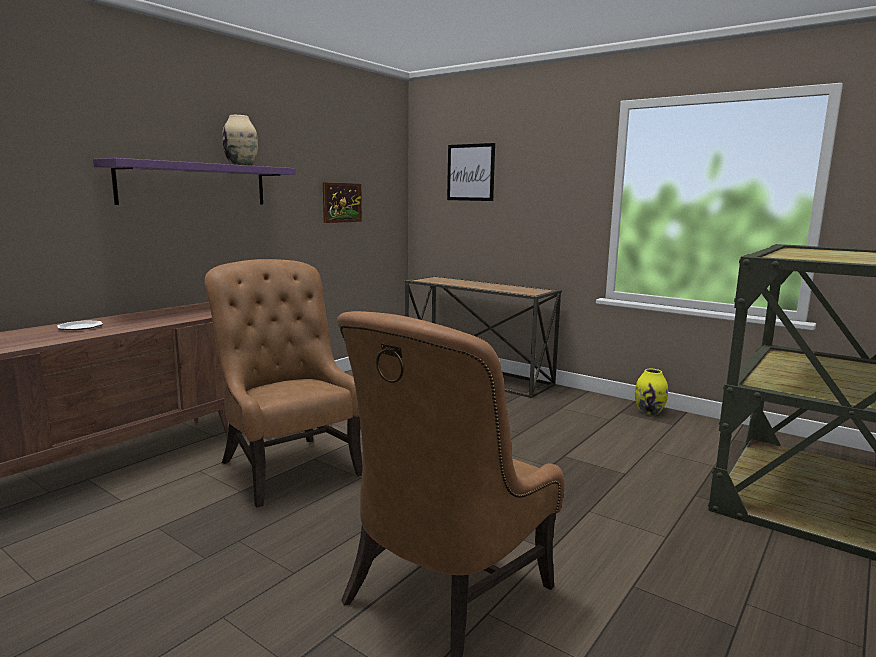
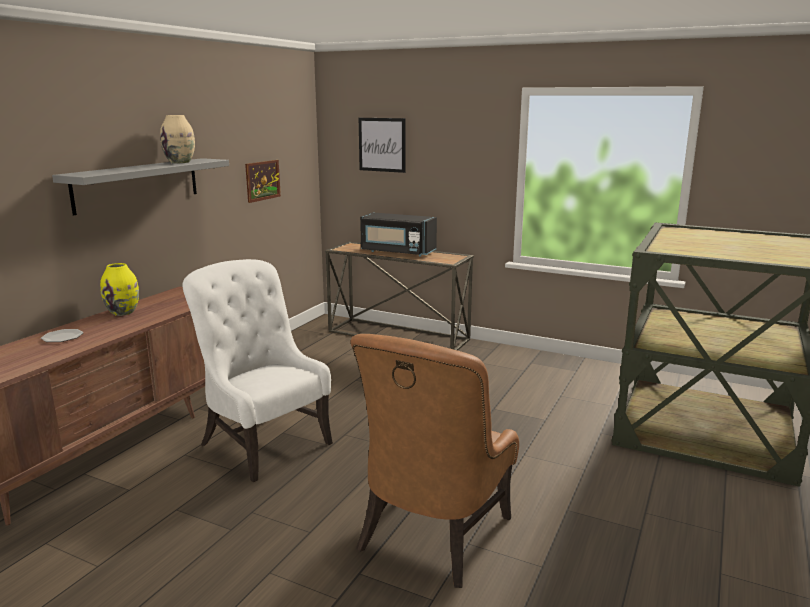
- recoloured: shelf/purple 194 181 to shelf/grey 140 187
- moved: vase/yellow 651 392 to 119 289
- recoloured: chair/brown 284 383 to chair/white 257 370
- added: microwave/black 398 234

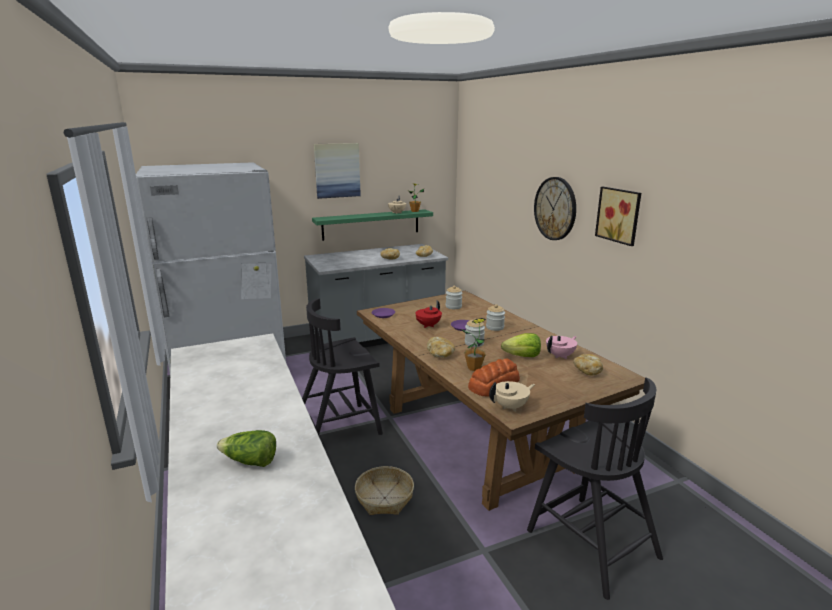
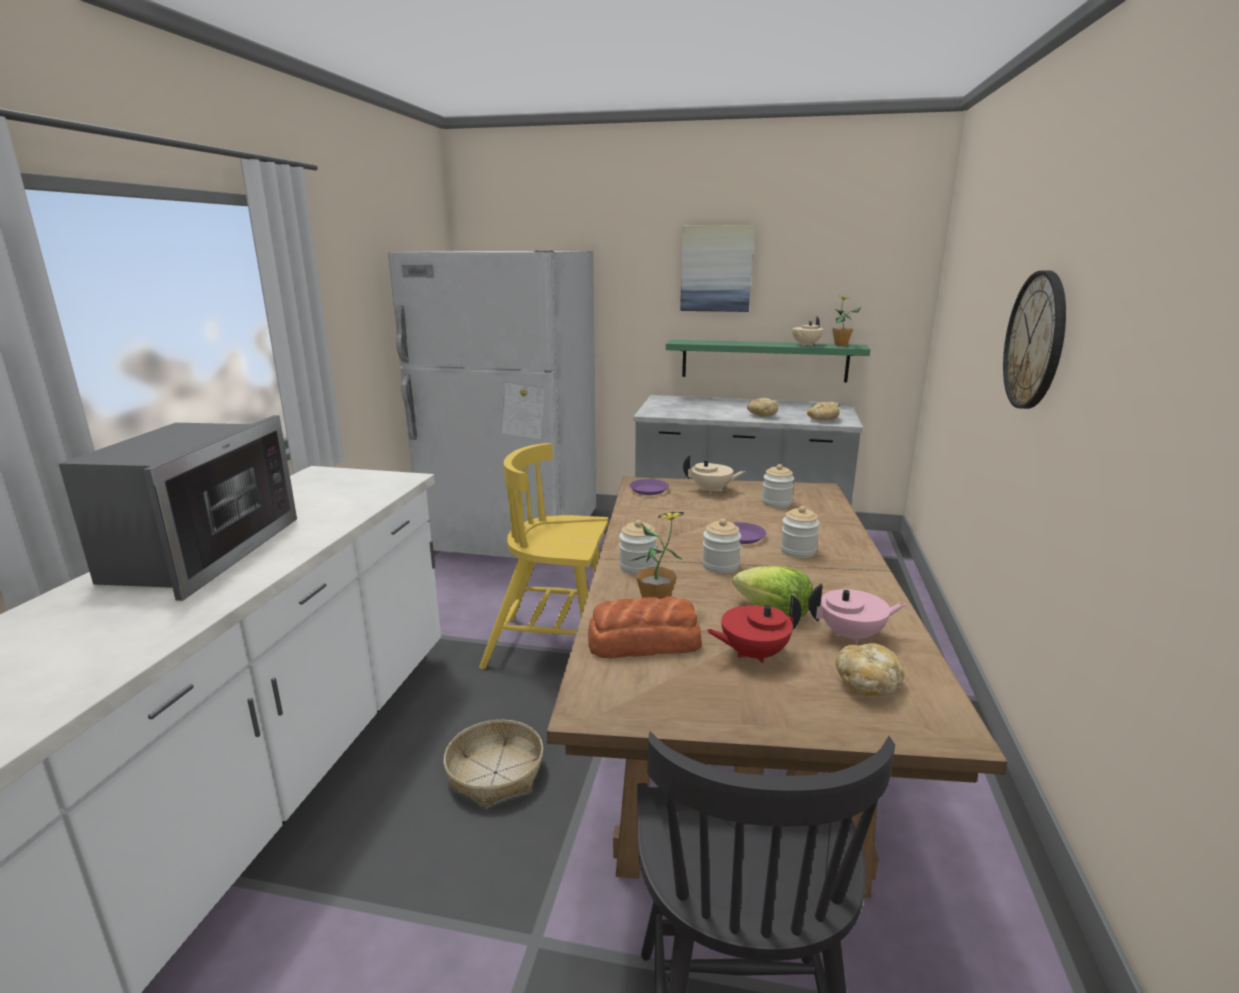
- added: microwave 178 508
- recoloured: chair/black 342 367 to chair/yellow 543 556
- replaced: bread 441 347 to jar 638 547
- moved: teapot/beige 512 396 to 714 474
- moved: teapot/red 428 314 to 754 628
- removed: lettuce 246 448
- removed: picture 618 216

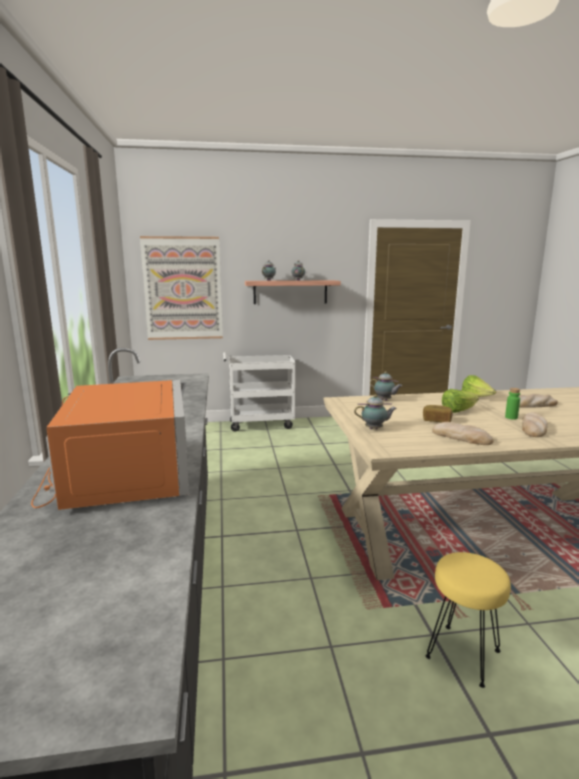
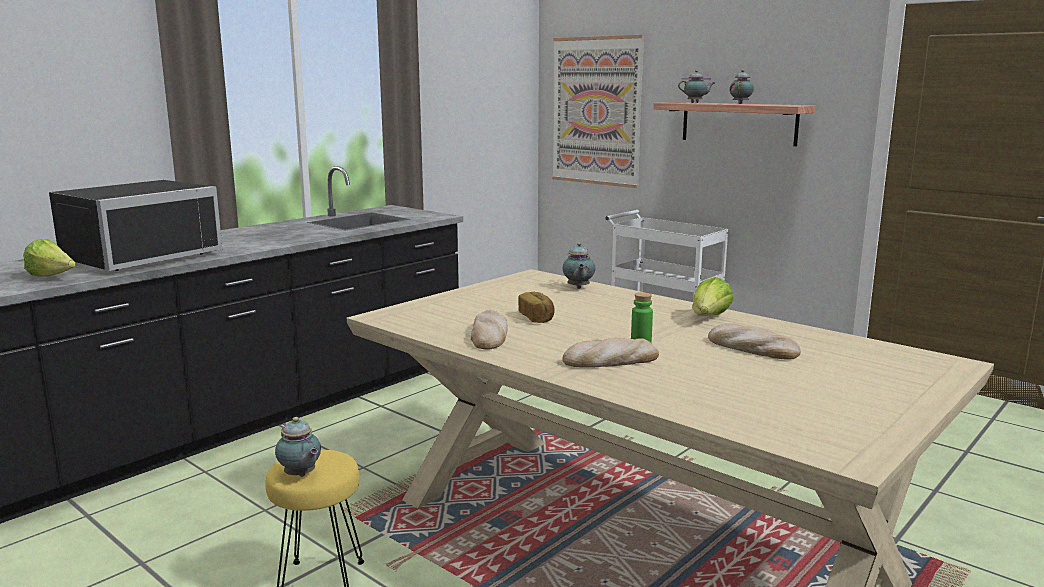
- moved: lettuce 460 401 to 49 258
- recoloured: microwave/orange 110 445 to microwave/black 135 225
- moved: teapot 375 412 to 298 447

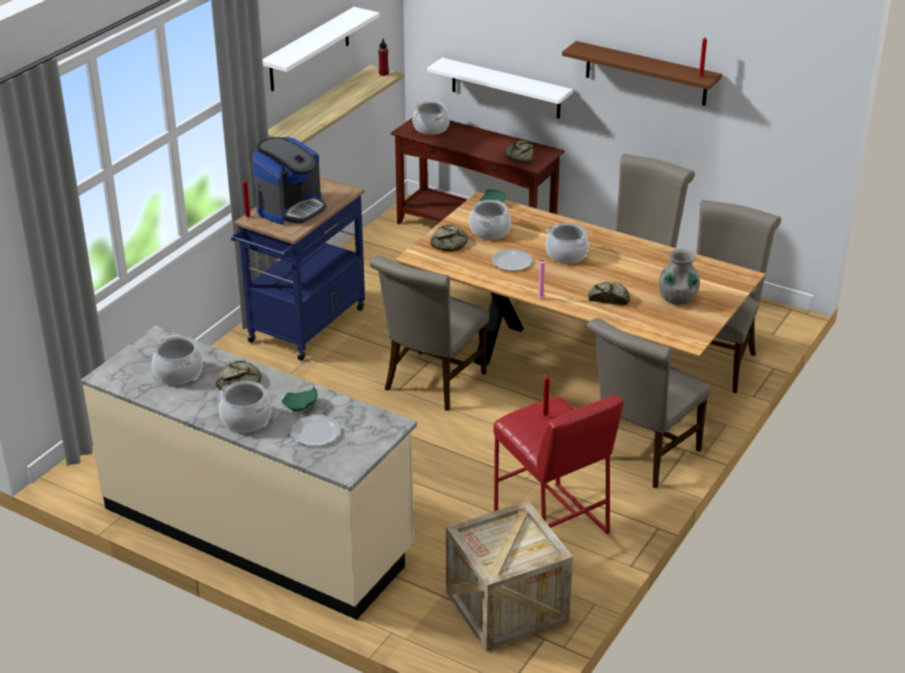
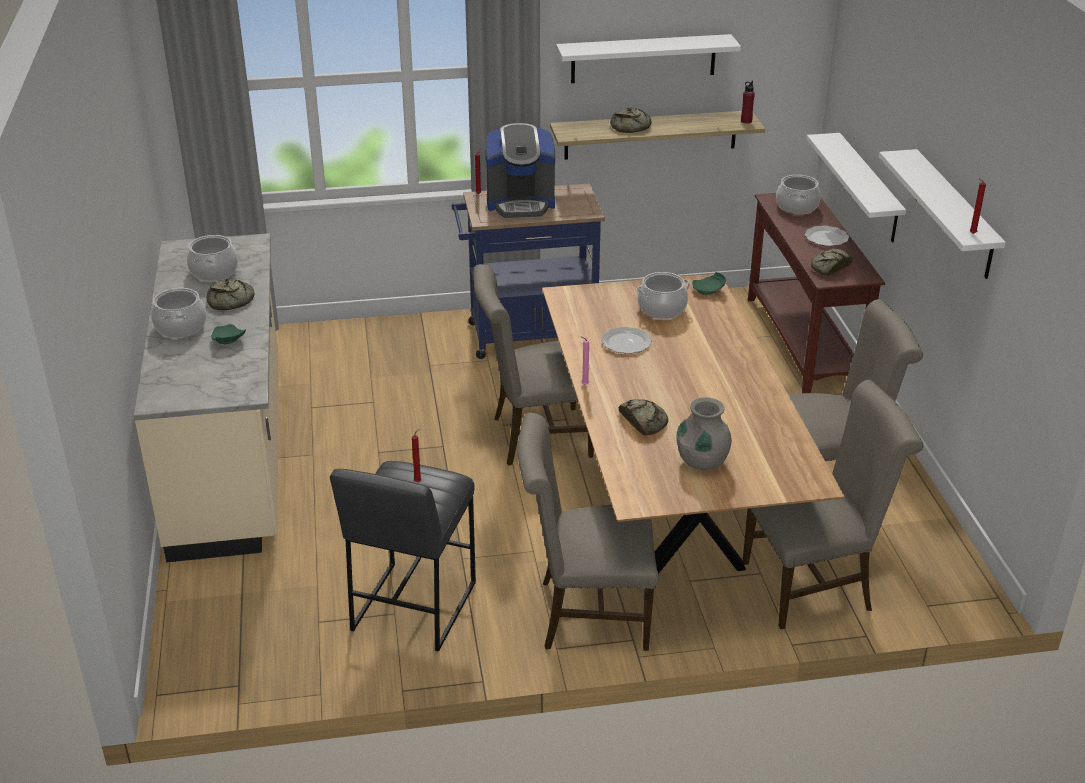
- recoloured: stool/red 558 465 to stool/grey 403 556
- moved: bread 449 238 to 631 120
- moved: plate 316 430 to 827 236
- recoloured: shelf/brown 642 73 to shelf/white 942 214
- removed: crate 509 576
- removed: cooking pot 567 243

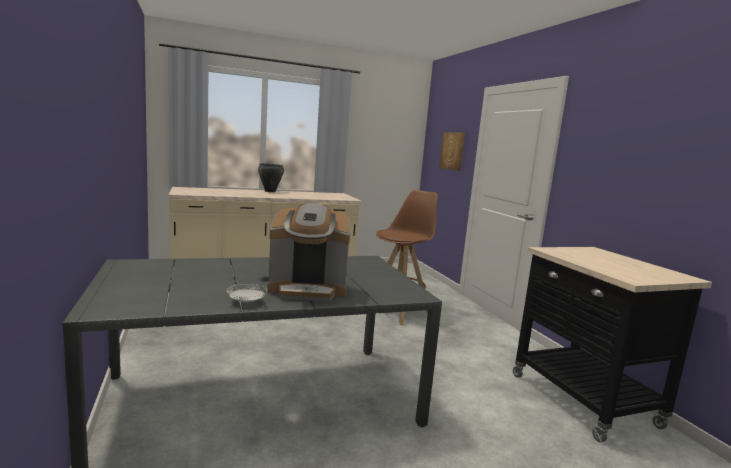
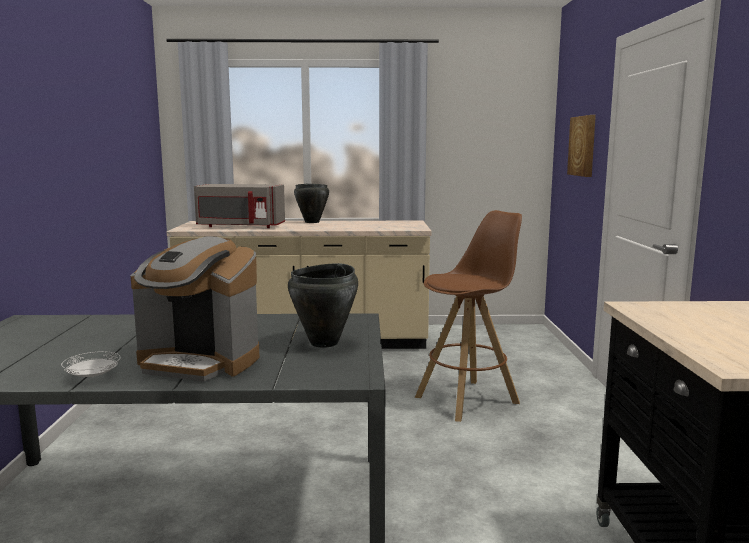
- added: microwave/grey 239 206
- added: cooking pot/black 323 305

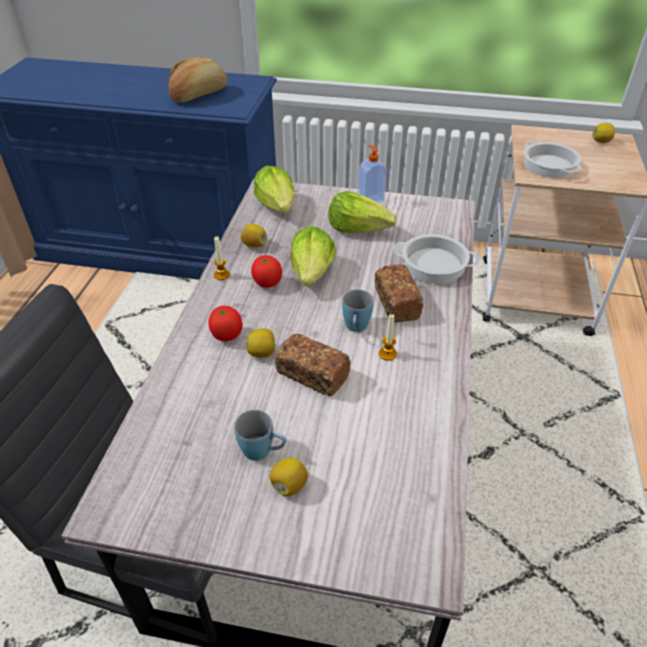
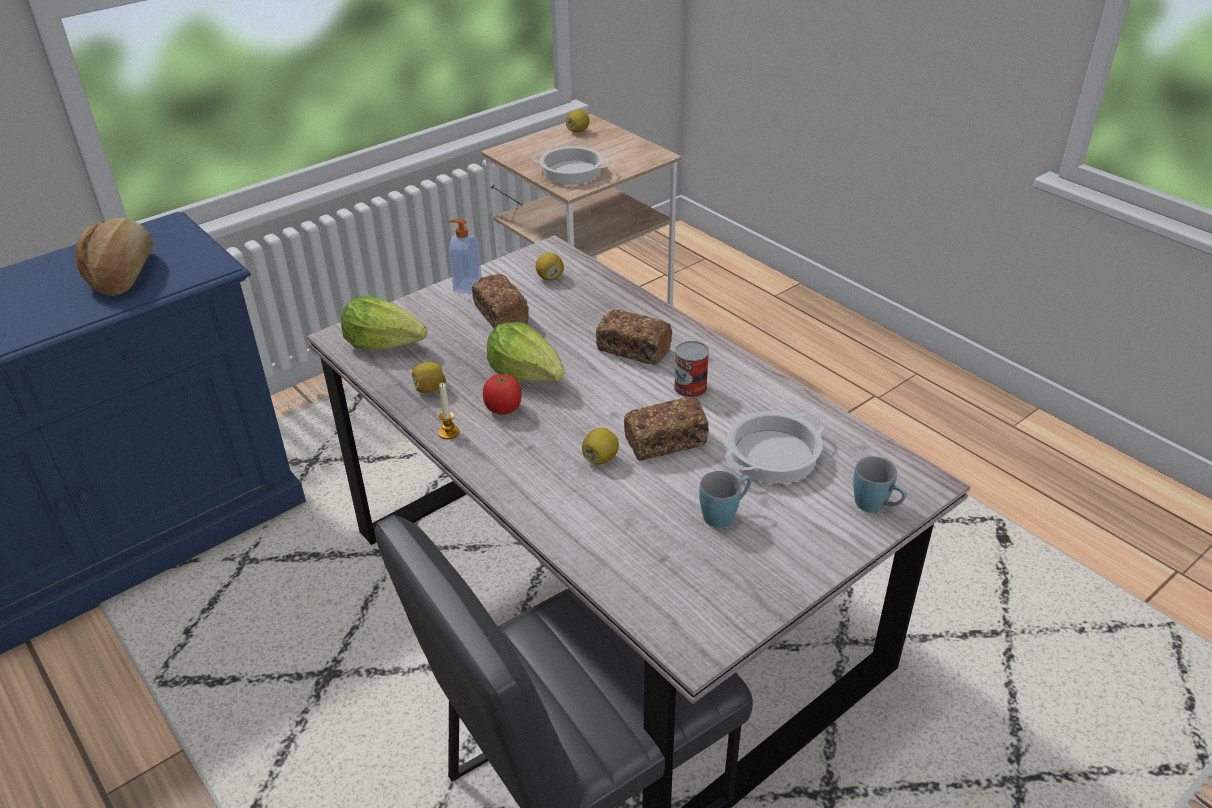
- replaced: lettuce 362 212 to bread 500 301
- moved: lemon 289 477 to 550 266
- replaced: candle 388 337 to can 691 369
- moved: cooking pot 436 259 to 775 447
- moved: mug/blue 358 310 to 880 484
- removed: tomato 225 323

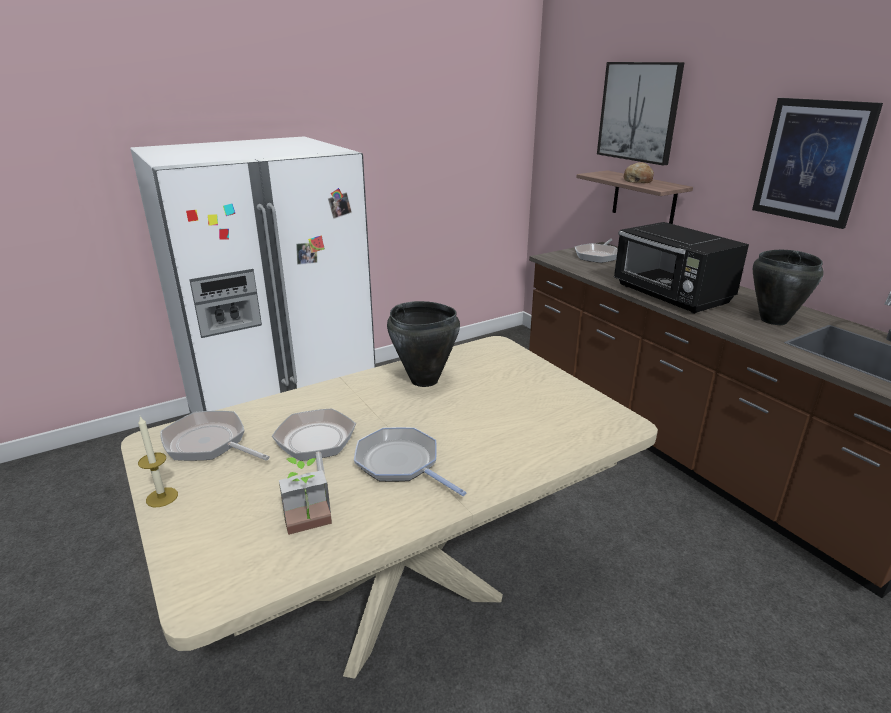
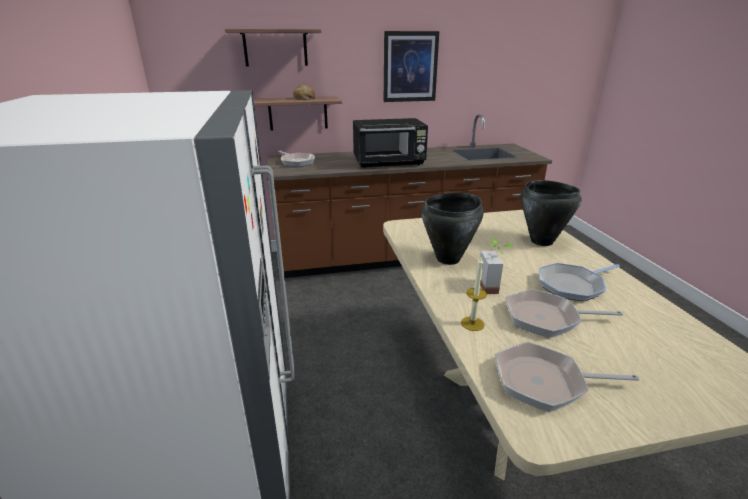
- replaced: picture 641 114 to shelf 273 48
- moved: candle 158 461 to 474 294
- moved: potted plant 305 496 to 496 266
- turned: frying pan 215 436 = 567 377 45 degrees clockwise
- moved: cooking pot/black 788 287 to 551 213

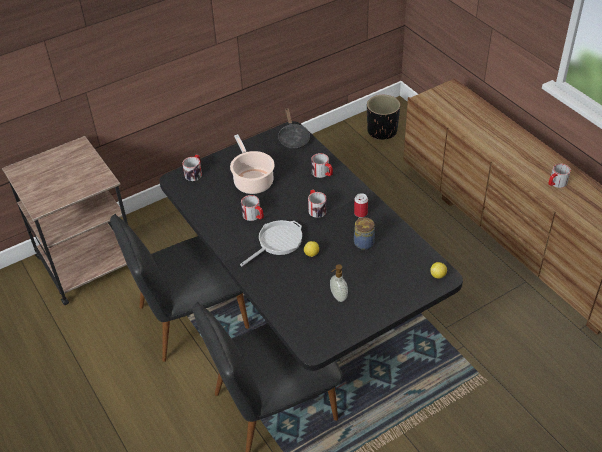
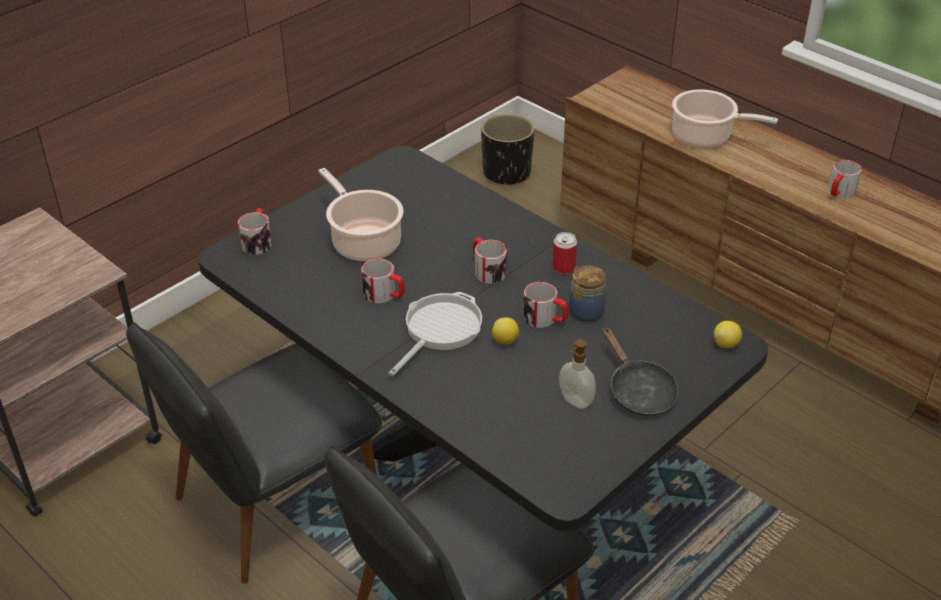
- moved: mug 322 165 to 545 305
- moved: frying pan/black 294 128 to 640 371
- added: cooking pot 725 118

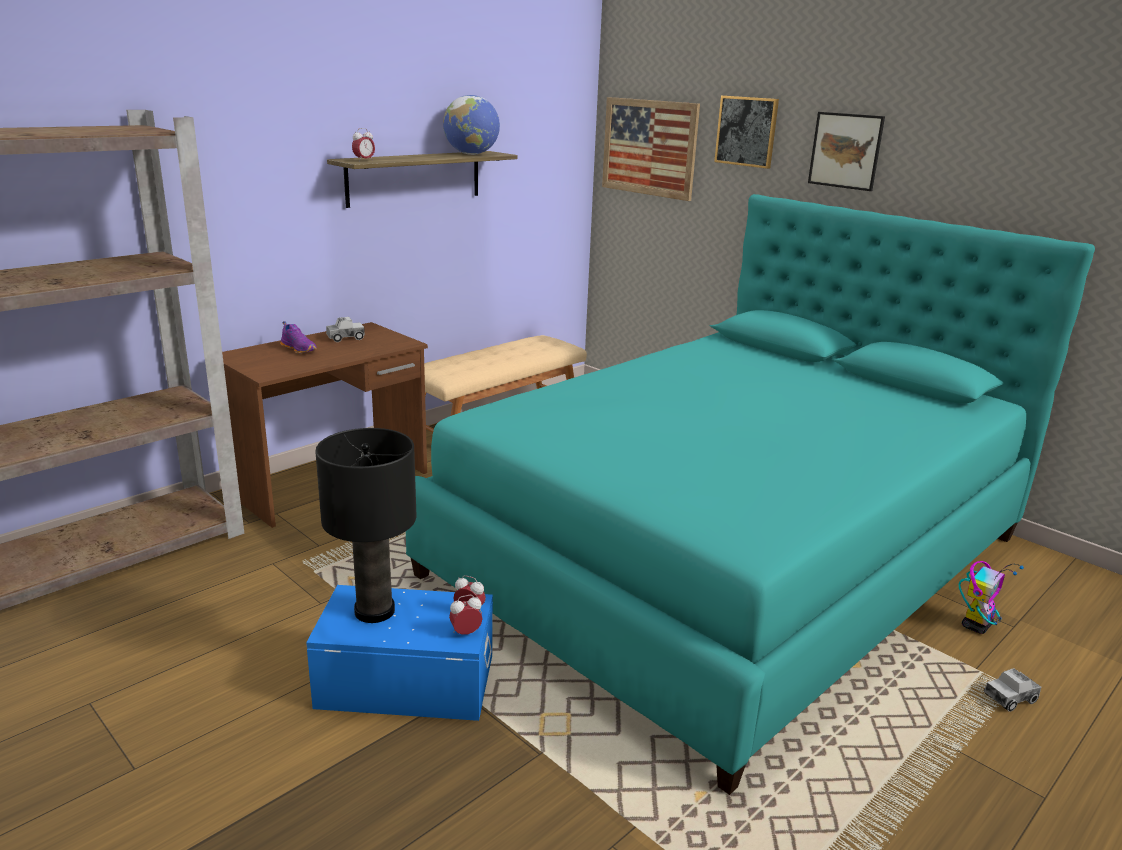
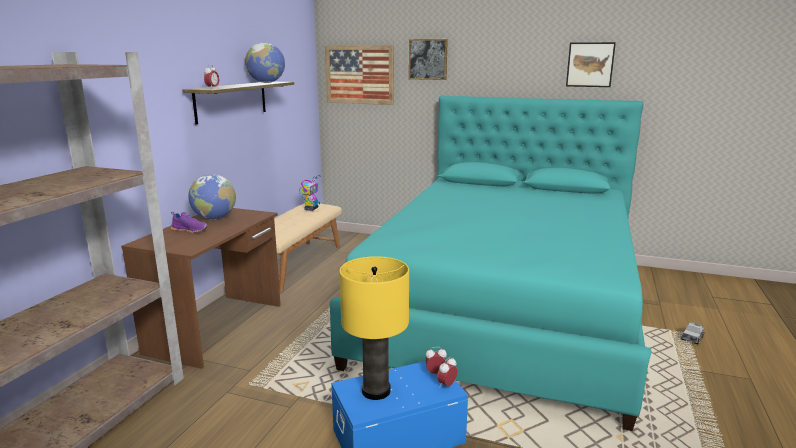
- replaced: toy truck 345 329 to globe 212 196
- moved: toy robot 991 597 to 310 193
- recoloured: table lamp/black 366 525 to table lamp/yellow 374 328
- moved: picture 846 151 to 591 64

